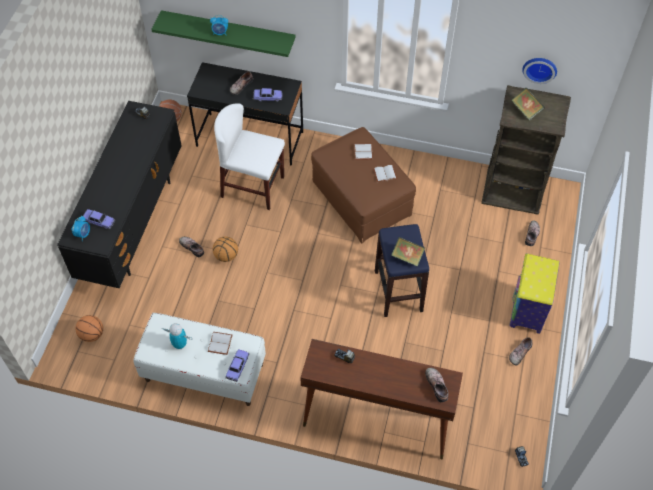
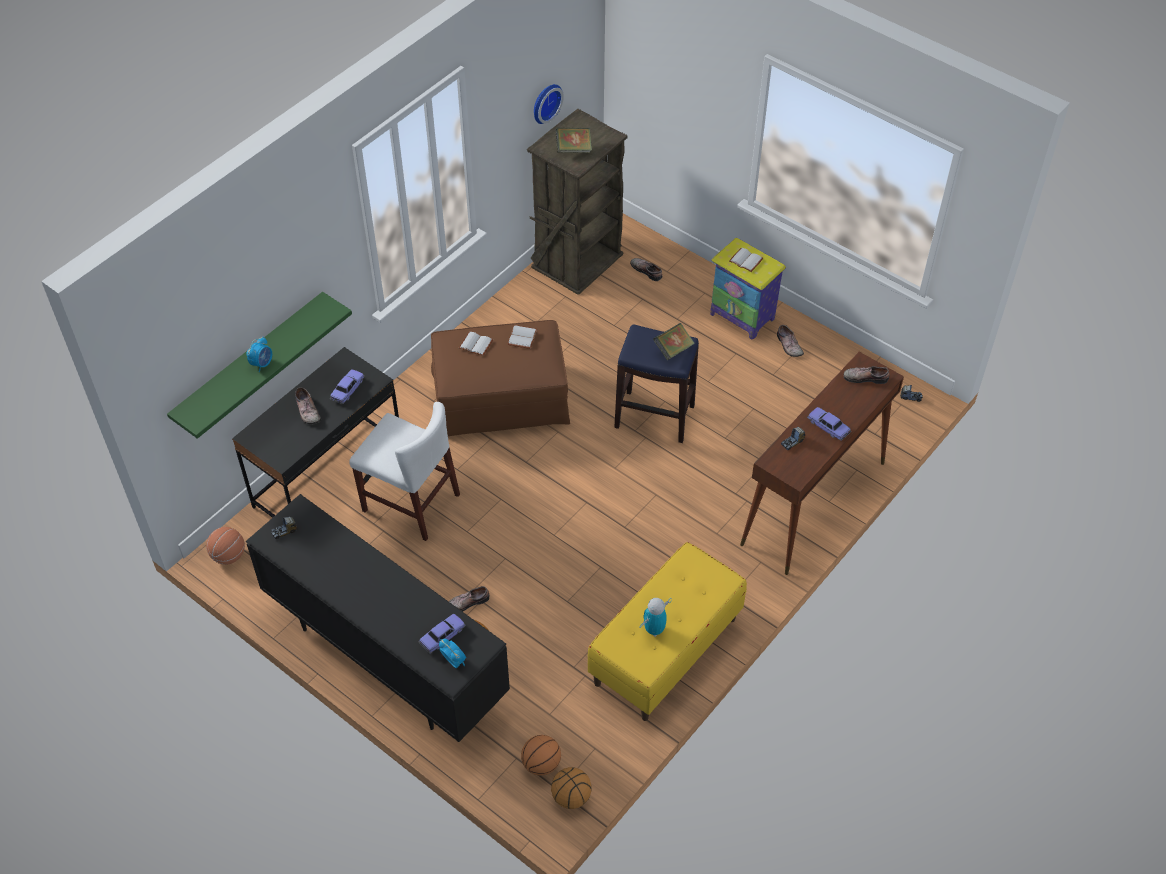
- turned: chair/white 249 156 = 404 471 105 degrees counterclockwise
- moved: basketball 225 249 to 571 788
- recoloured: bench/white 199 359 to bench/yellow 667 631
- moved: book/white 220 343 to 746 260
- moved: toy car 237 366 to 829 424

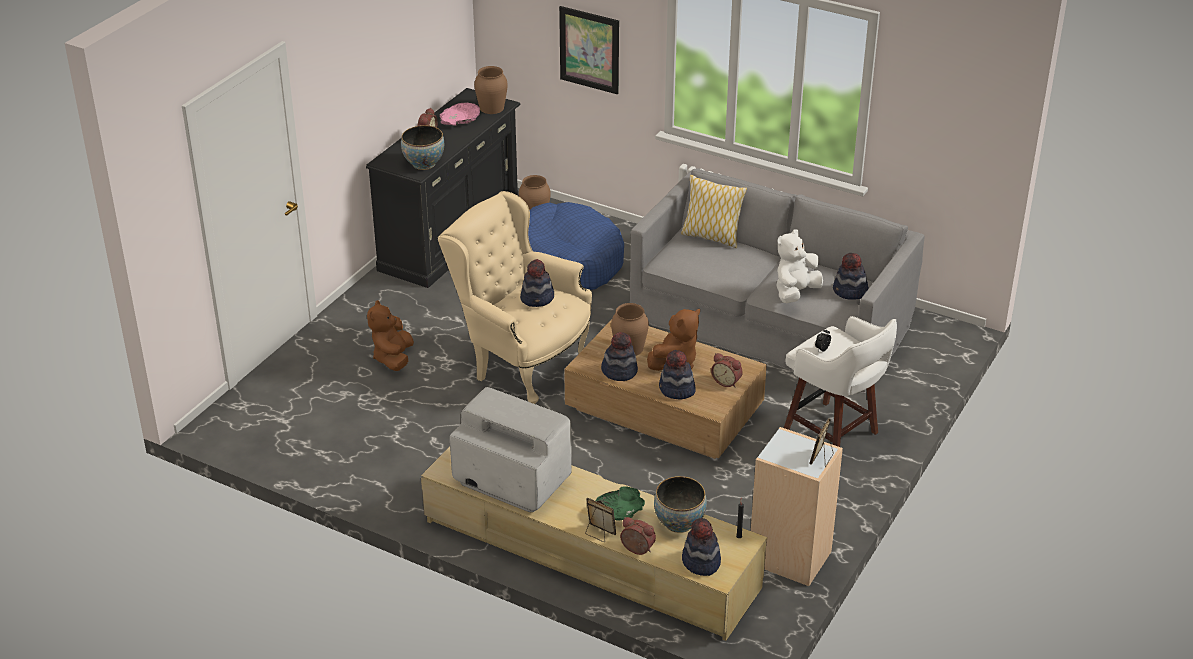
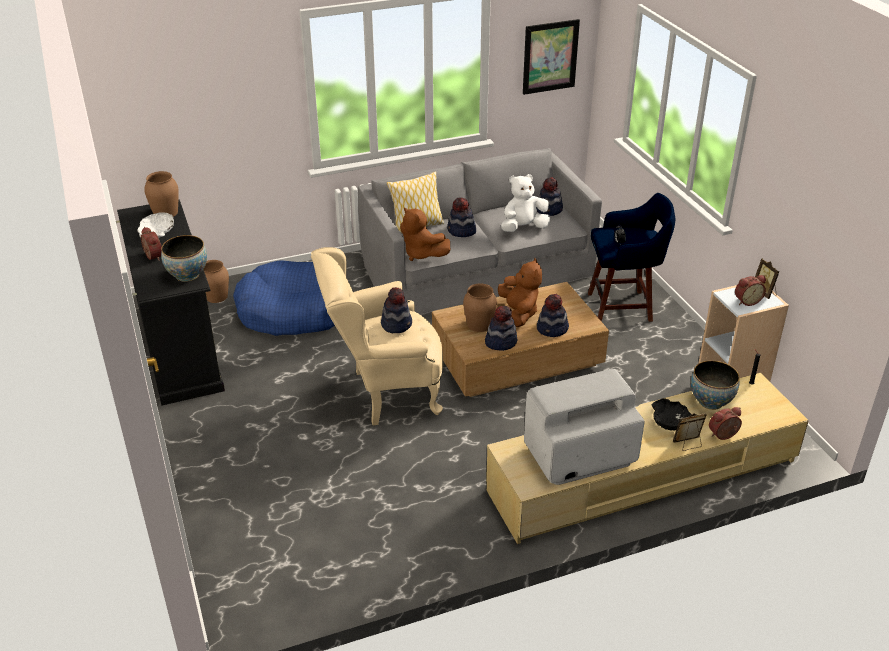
- recoloured: bowl/pink 460 114 to bowl/white 156 225
- moved: plush toy/brown 390 335 to 425 234
- moved: hat 701 547 to 461 217
- turned: plush toy/white 800 266 = 525 203 75 degrees clockwise
- moved: picture 589 50 to 551 57
- recoloured: stool/white 840 381 to stool/blue 631 257
- recoloured: bowl/green 620 503 to bowl/black 672 414
- moved: alarm clock 727 370 to 750 290

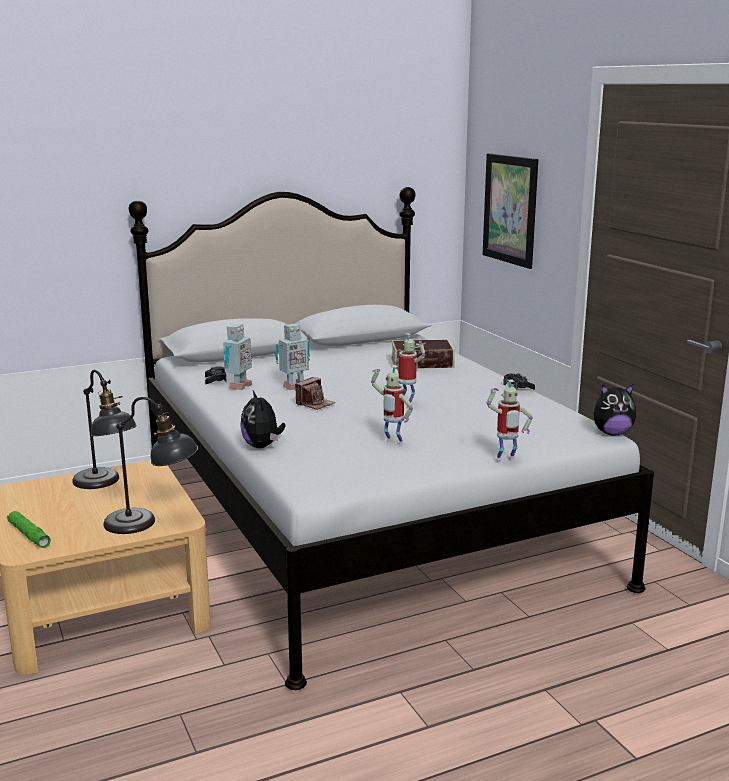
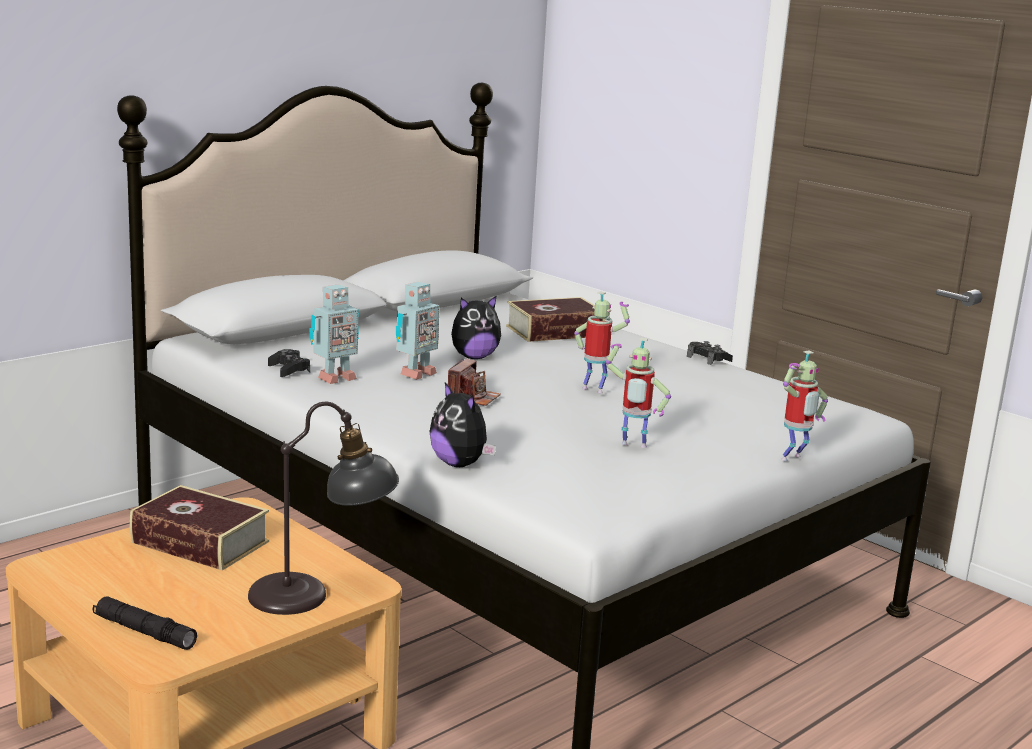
- recoloured: flashlight/green 29 529 to flashlight/black 145 623
- replaced: table lamp/grey 104 429 to book 199 528
- turned: toy robot 237 357 = 334 334 45 degrees clockwise
- moved: plush toy 615 409 to 476 327
- removed: picture 510 211

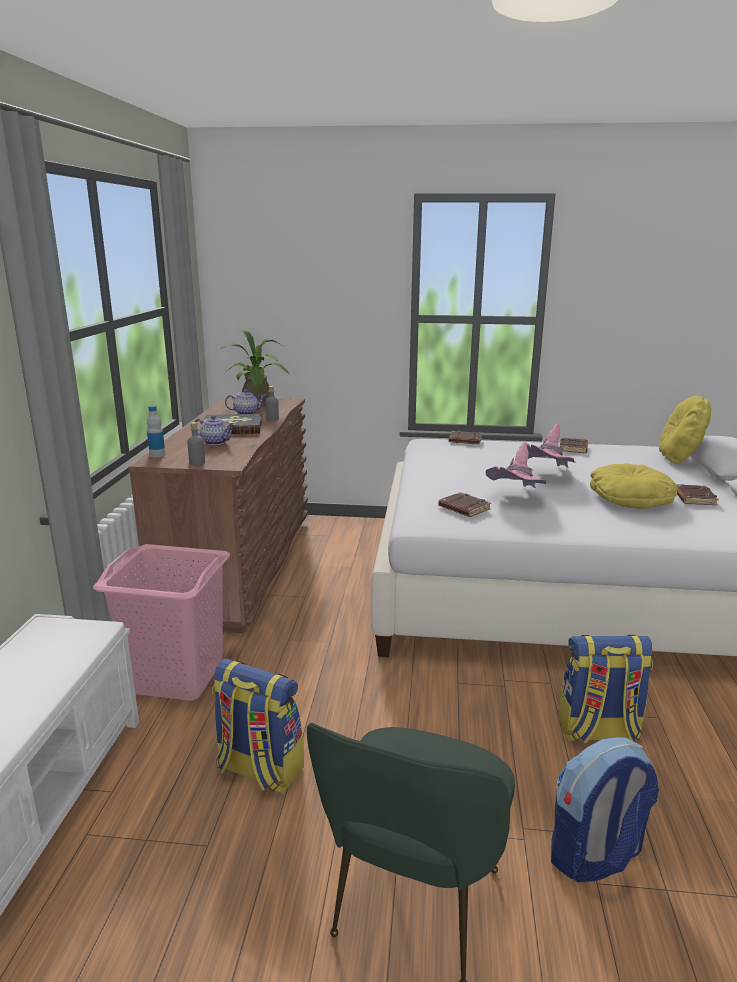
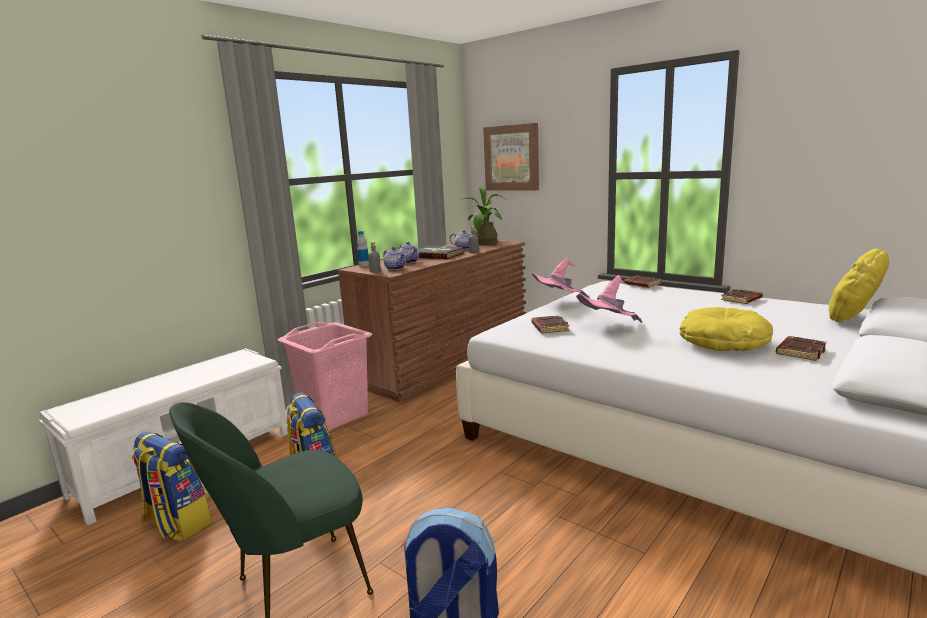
- moved: backpack 605 689 to 171 486
- added: teapot 394 258
- added: picture 511 157
- moved: hat/pink 551 445 to 561 278

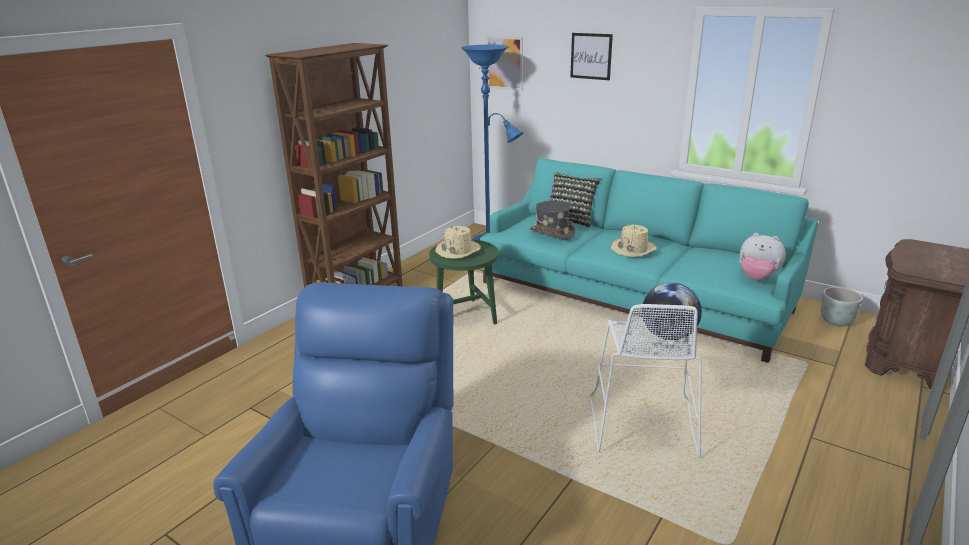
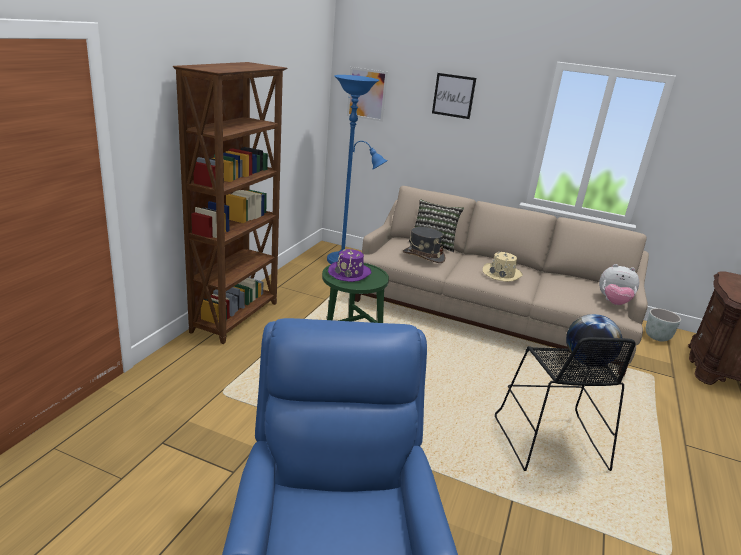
- recoloured: hat/beige 458 242 to hat/purple 349 265
- recoloured: sofa/turquoise 649 260 to sofa/beige 502 281
- recoloured: stool/white 645 381 to stool/black 565 404

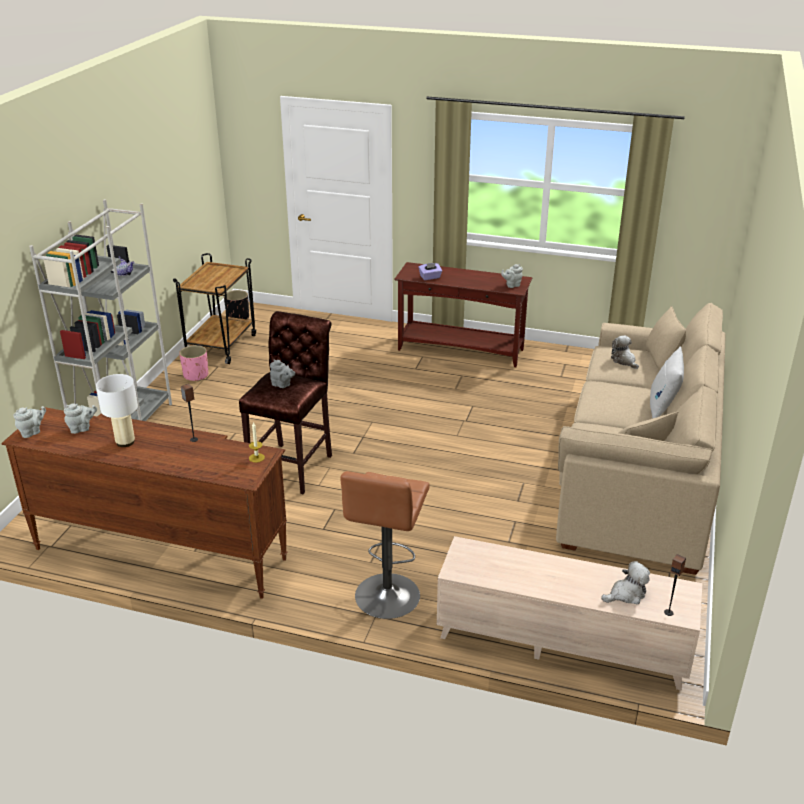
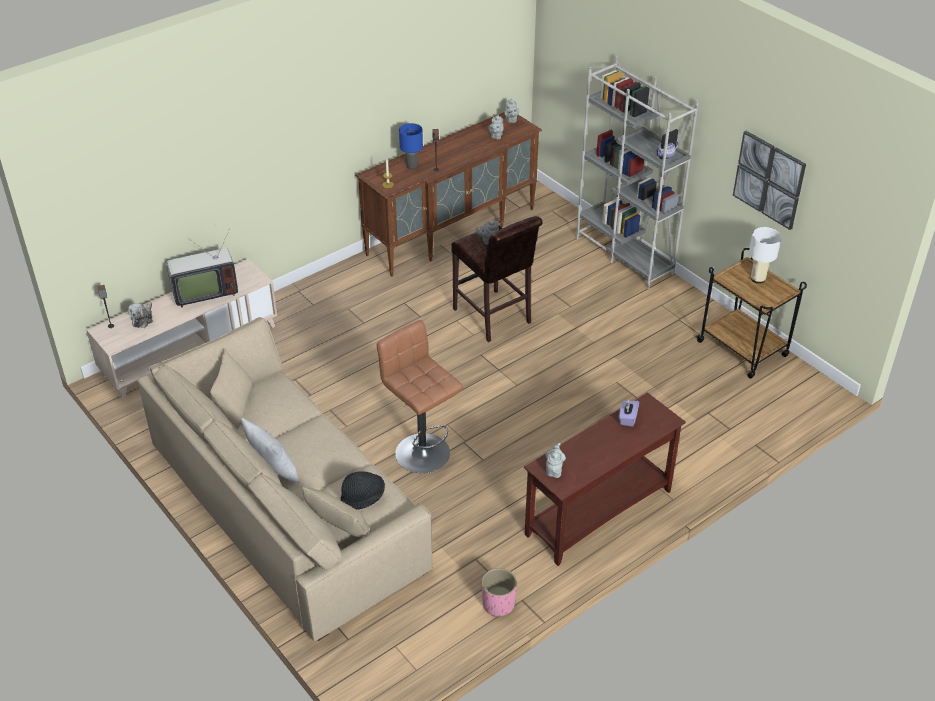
- added: television 202 268
- replaced: plush toy 625 352 to hat/black 363 490
- moved: stool/brown 385 545 to 420 396
- added: table lamp/blue 411 146
- moved: planter/pink 193 363 to 499 592
- added: picture 769 180
- moved: table lamp/white 117 410 to 765 255
- removed: planter/black 236 304

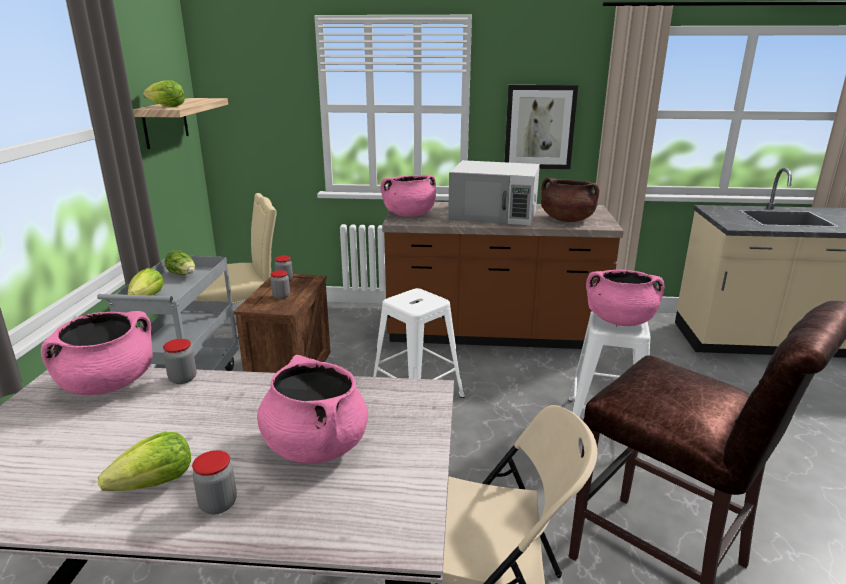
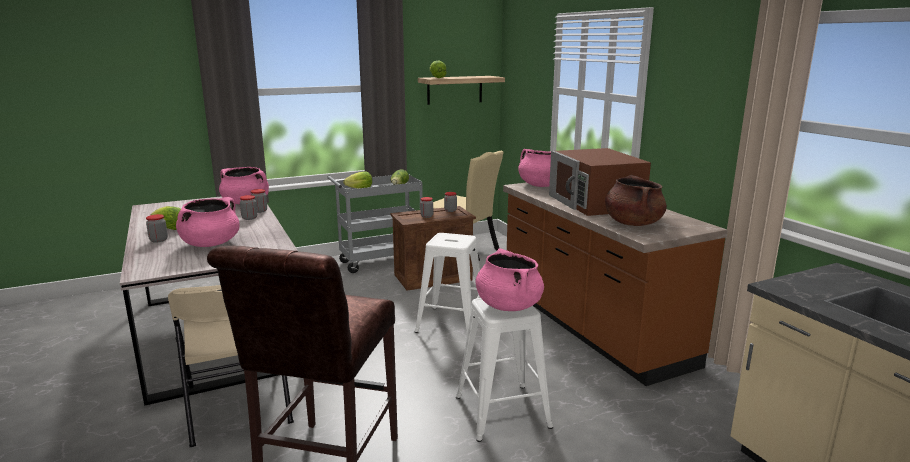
- added: jar 248 207
- recoloured: microwave/white 494 192 to microwave/brown 600 182
- removed: picture 541 127

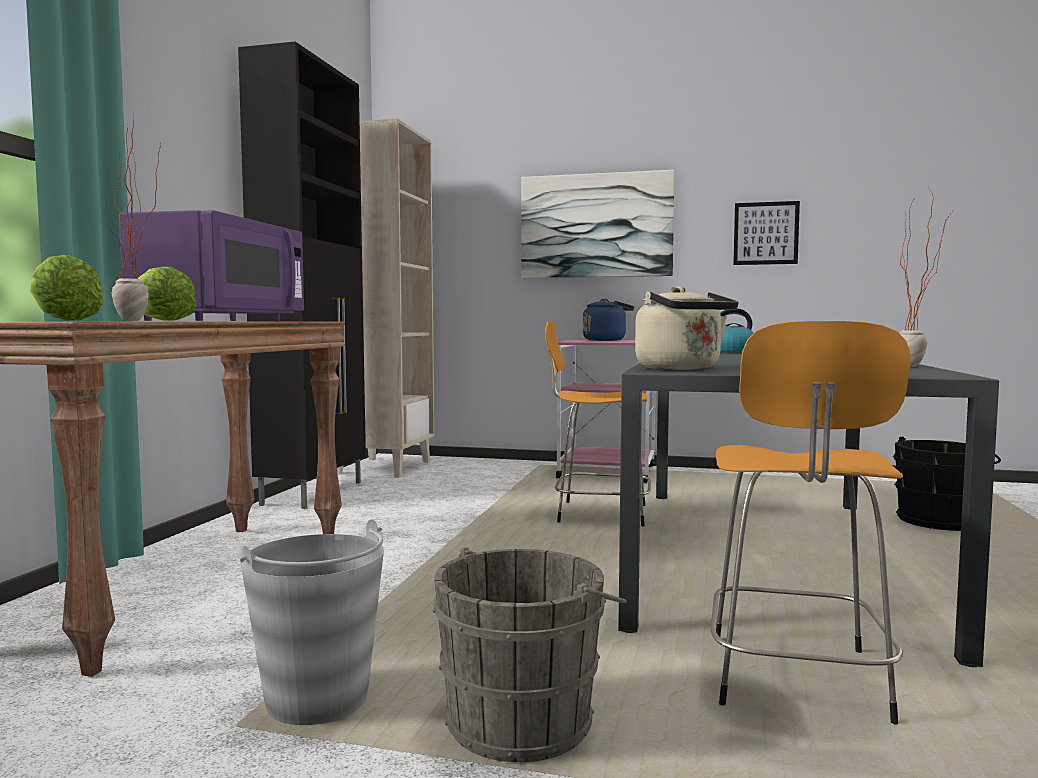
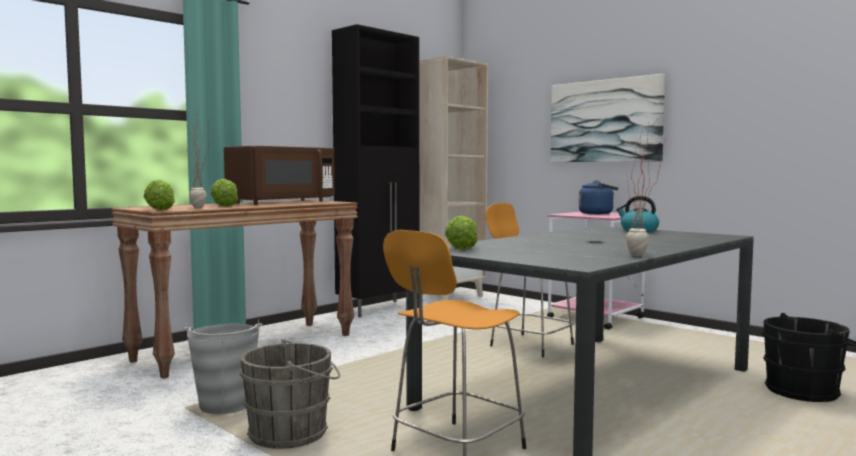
- recoloured: microwave/purple 211 265 to microwave/brown 279 175
- replaced: kettle/beige 686 328 to lettuce 461 232
- removed: picture 766 233

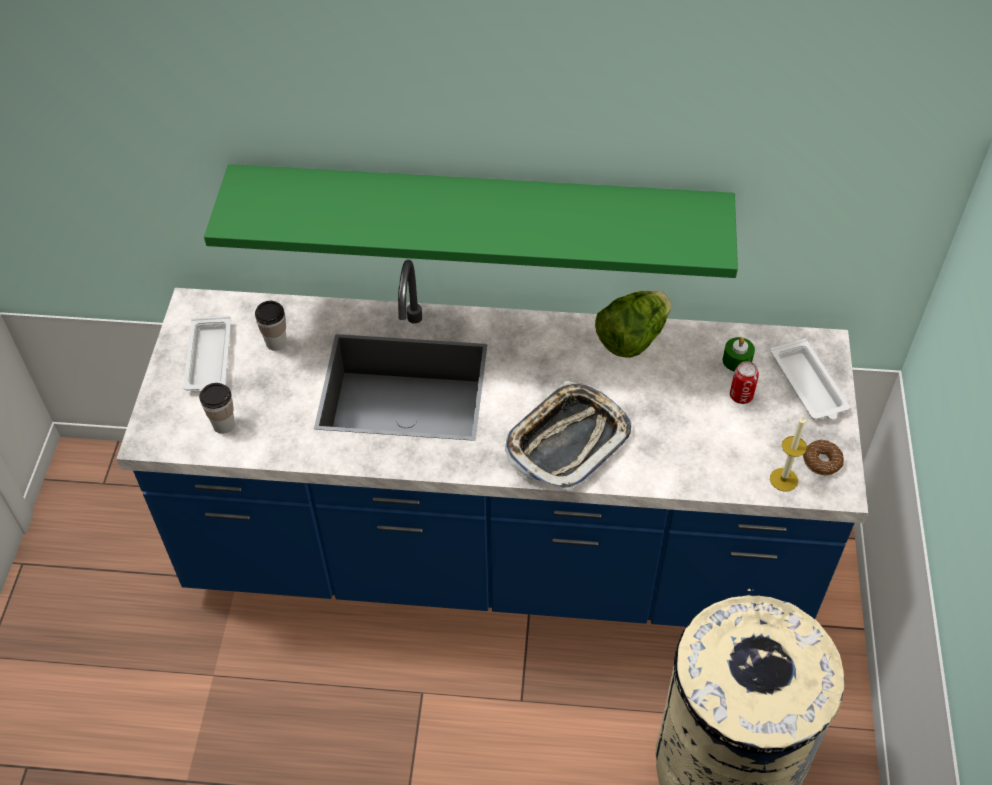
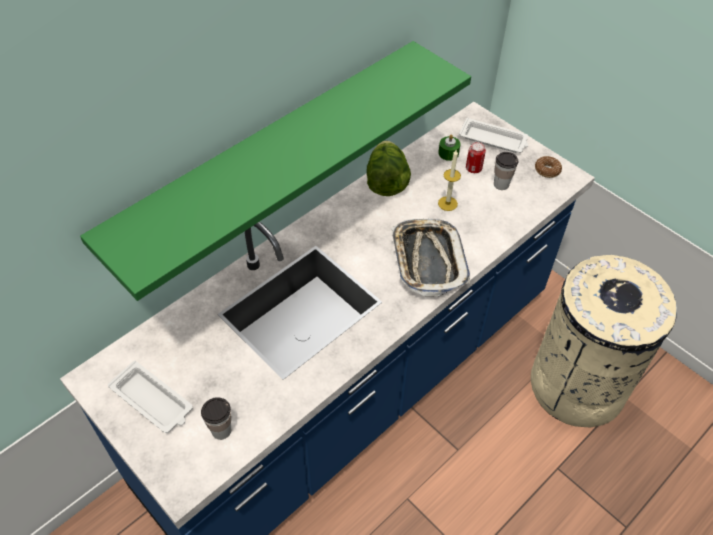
- moved: candle 788 454 to 449 180
- moved: cup 271 326 to 506 171

